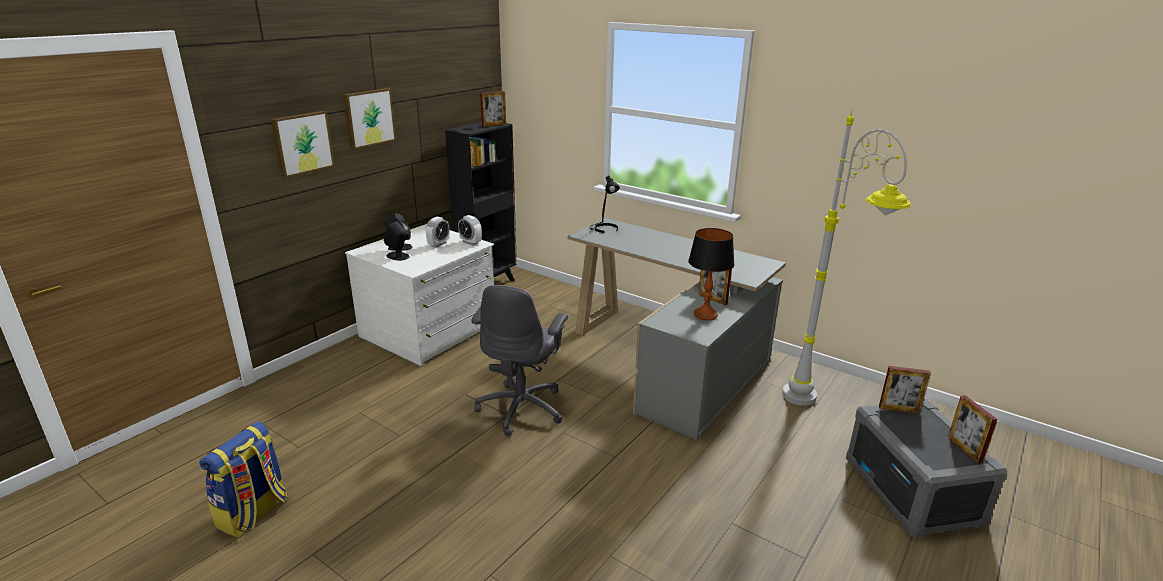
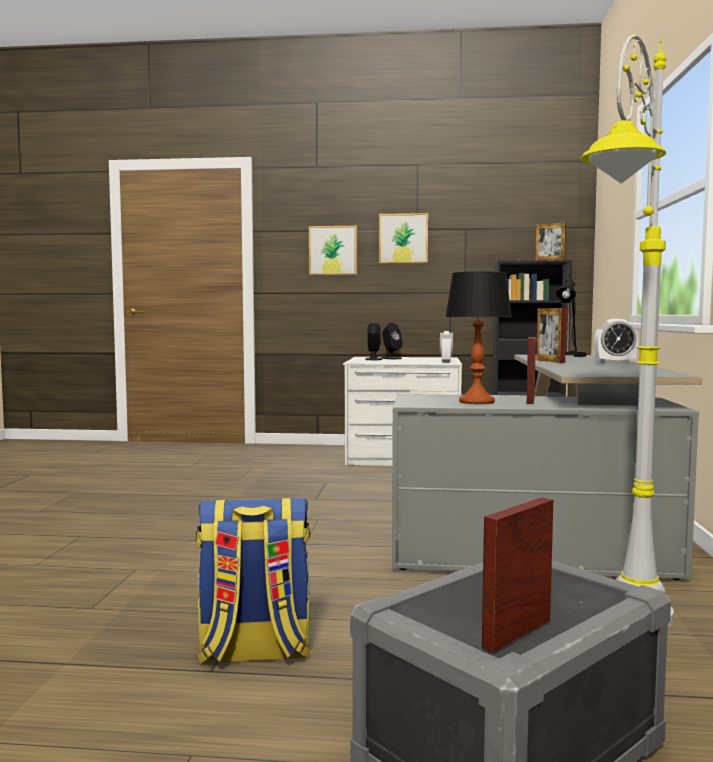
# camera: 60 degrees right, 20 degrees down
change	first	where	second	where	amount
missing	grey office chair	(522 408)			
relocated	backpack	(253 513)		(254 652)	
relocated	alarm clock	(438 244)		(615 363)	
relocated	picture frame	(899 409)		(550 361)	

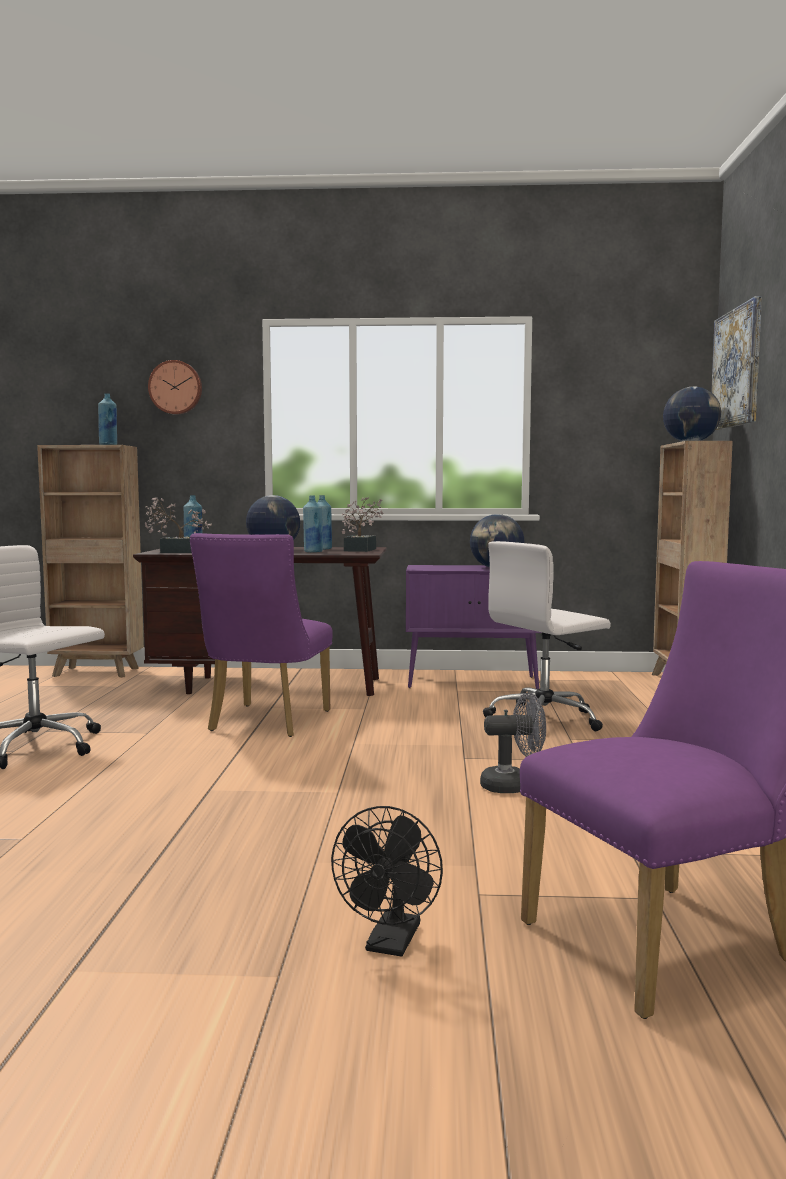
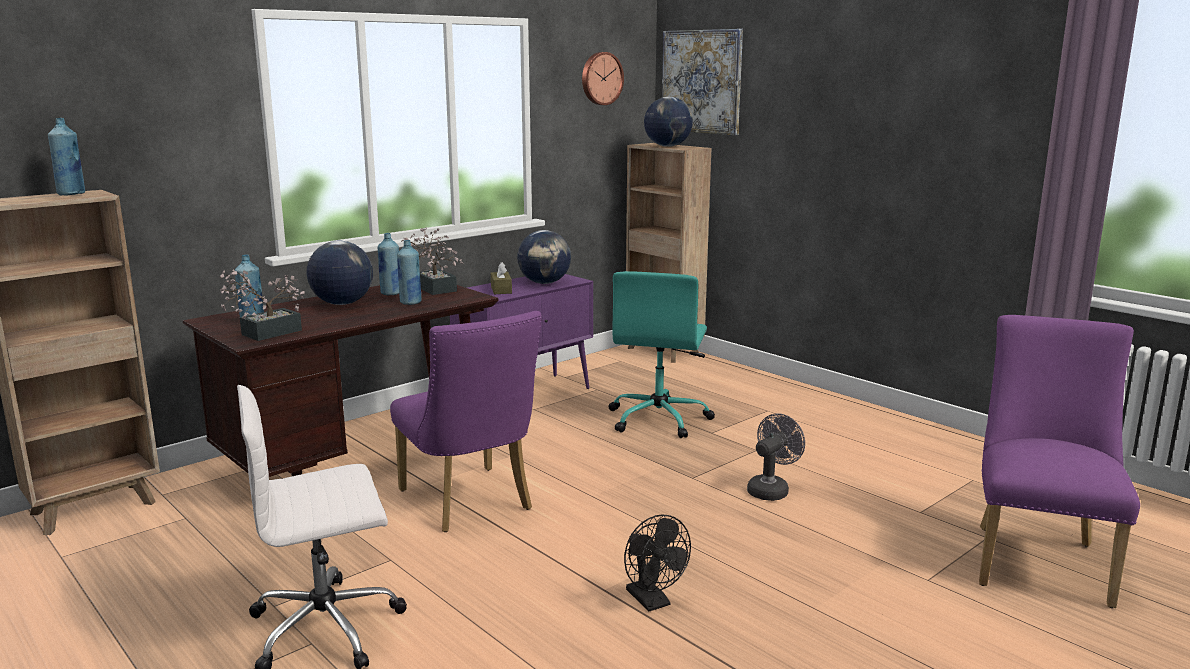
# camera: 45 degrees left, 10 degrees up
change	first	where	second	where	amount
appeared			brown tissue box	(501 290)	
relocated	wall clock	(176 387)		(601 78)	
relocated	black fan	(391 944)		(652 602)	
colour	white office chair	(546 719)	turquoise office chair	(659 419)	

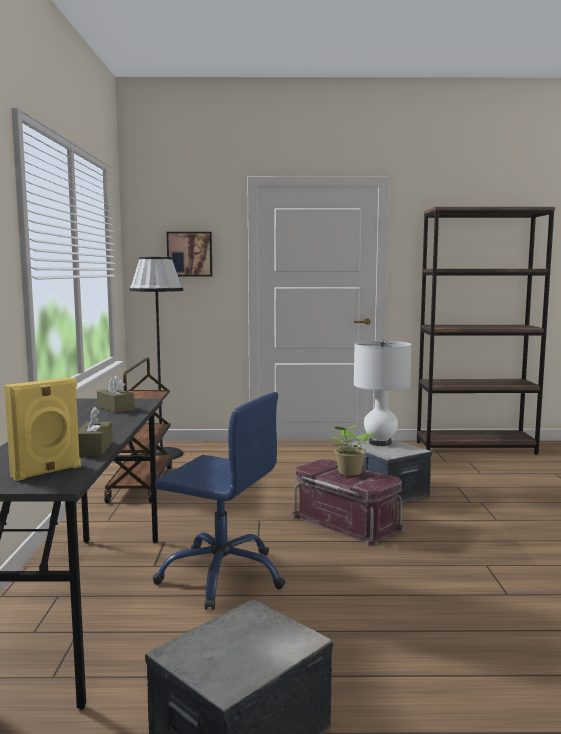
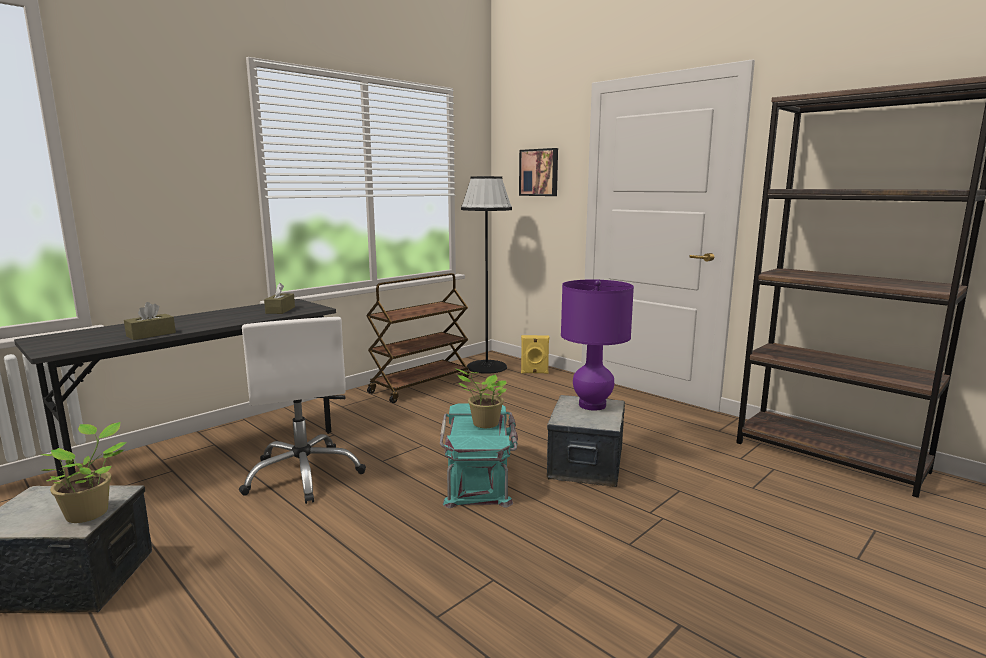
# camera: 45 degrees right, 5 degrees up
change	first	where	second	where	amount
appeared			potted plant	(90 512)	
relocated	yellow speaker	(47 472)		(534 373)	
colour	blue office chair	(222 575)	white office chair	(304 474)	
colour	red storage box	(347 522)	turquoise storage box	(479 476)	
colour	white table lamp	(380 443)	purple table lamp	(592 405)	

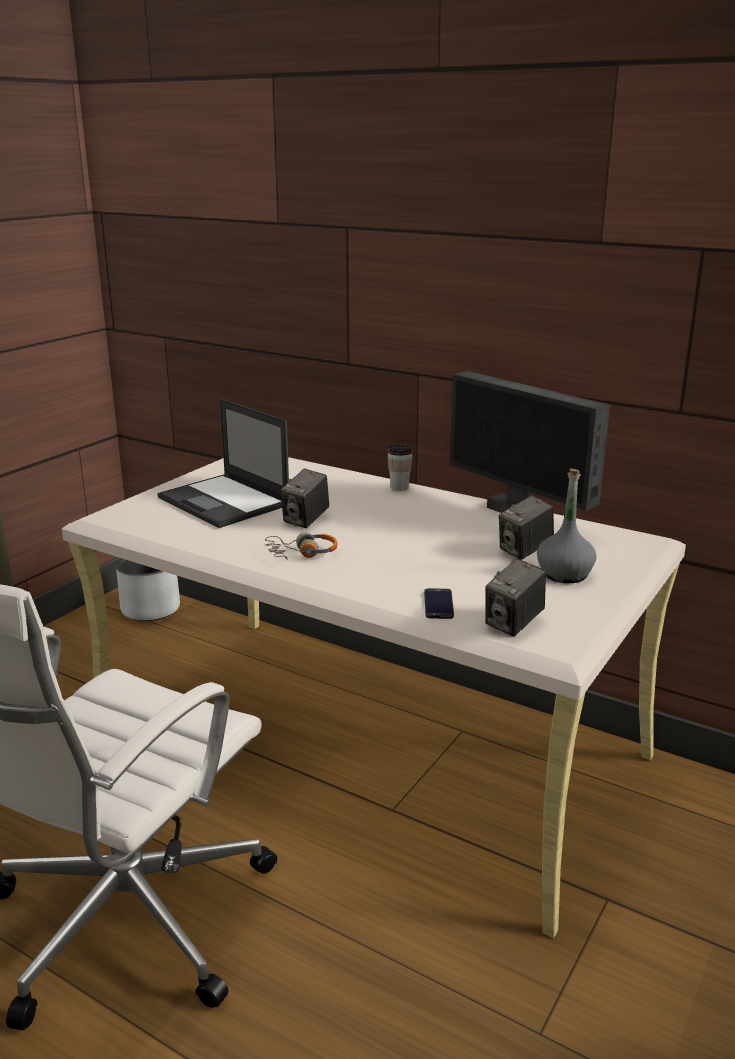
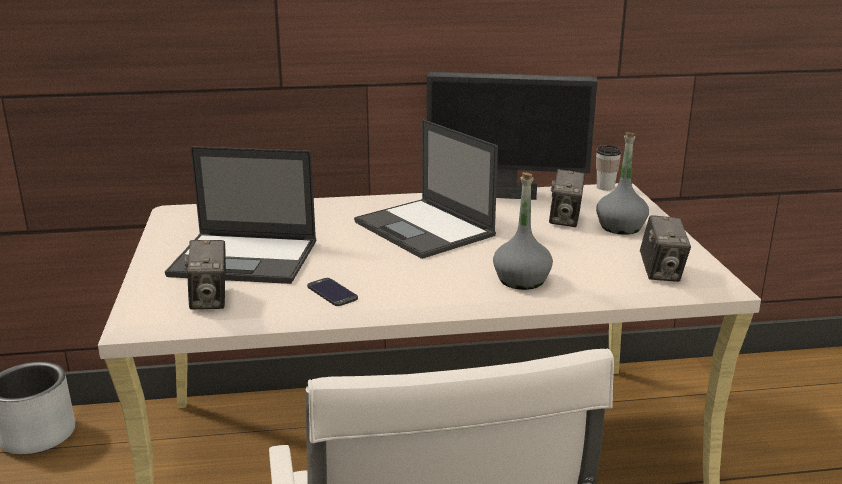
# camera: 40 degrees left, 0 degrees up
change	first	where	second	where	amount
missing	headphones	(302 553)			
appeared			laptop	(425 229)	
appeared			grey bottle	(521 280)	
relocated	photo camera	(306 520)		(210 300)	
relocated	cup	(399 487)		(605 187)	
relocated	phone	(438 604)		(332 292)	

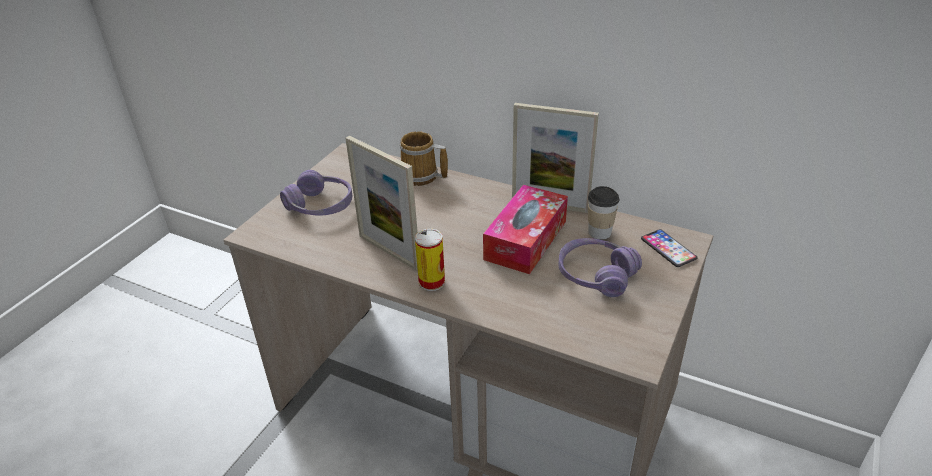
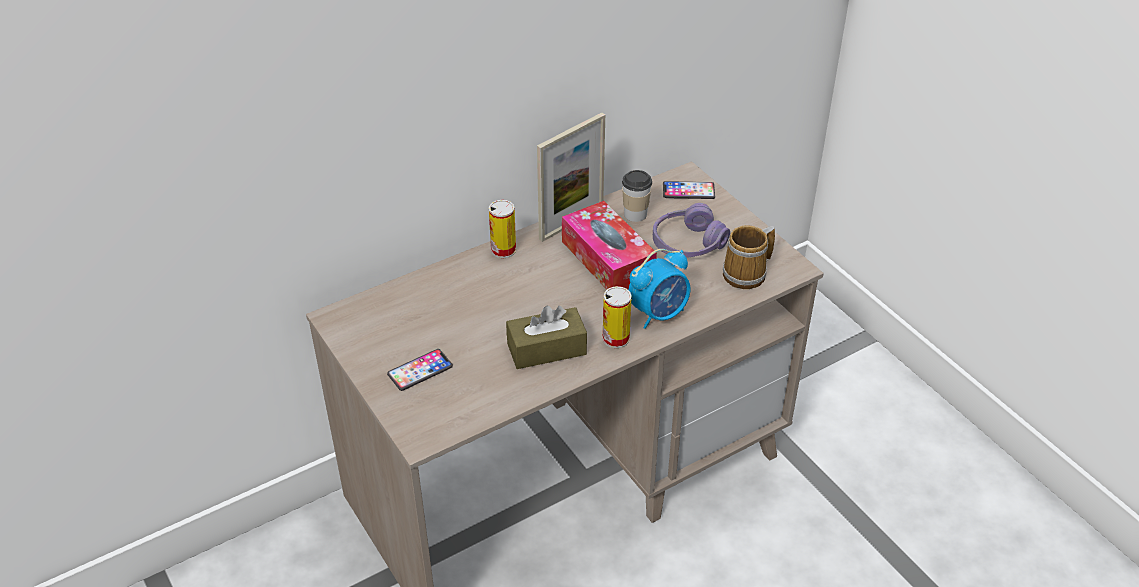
# camera: 60 degrees left, 5 degrees up
change	first	where	second	where	amount
appeared			can	(503 250)	
appeared			alarm clock	(659 313)	
relocated	mug	(421 177)		(747 274)	
exchanged	purple headphones	(320 205)	phone	(420 371)	
exchanged	picture frame	(389 251)	brown tissue box	(546 349)	

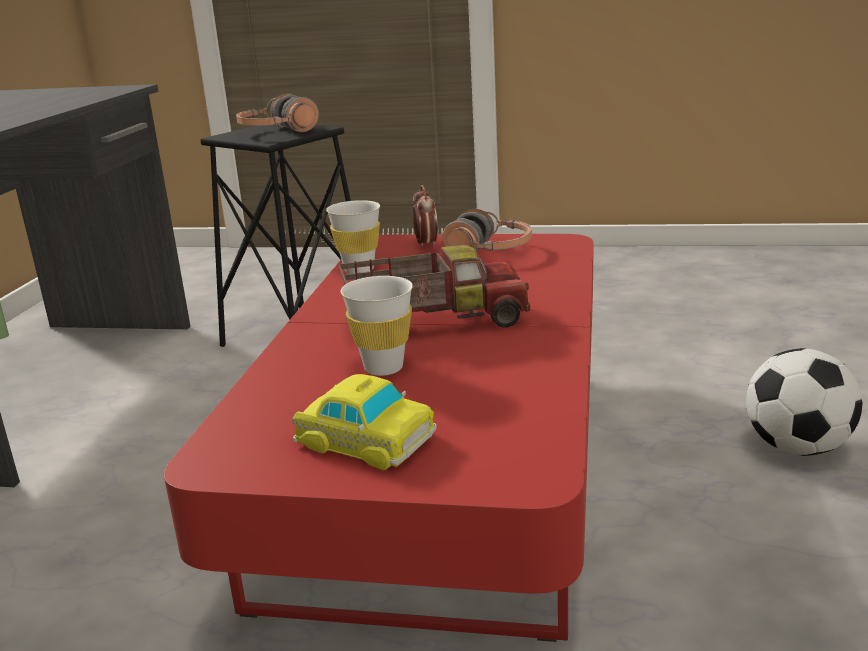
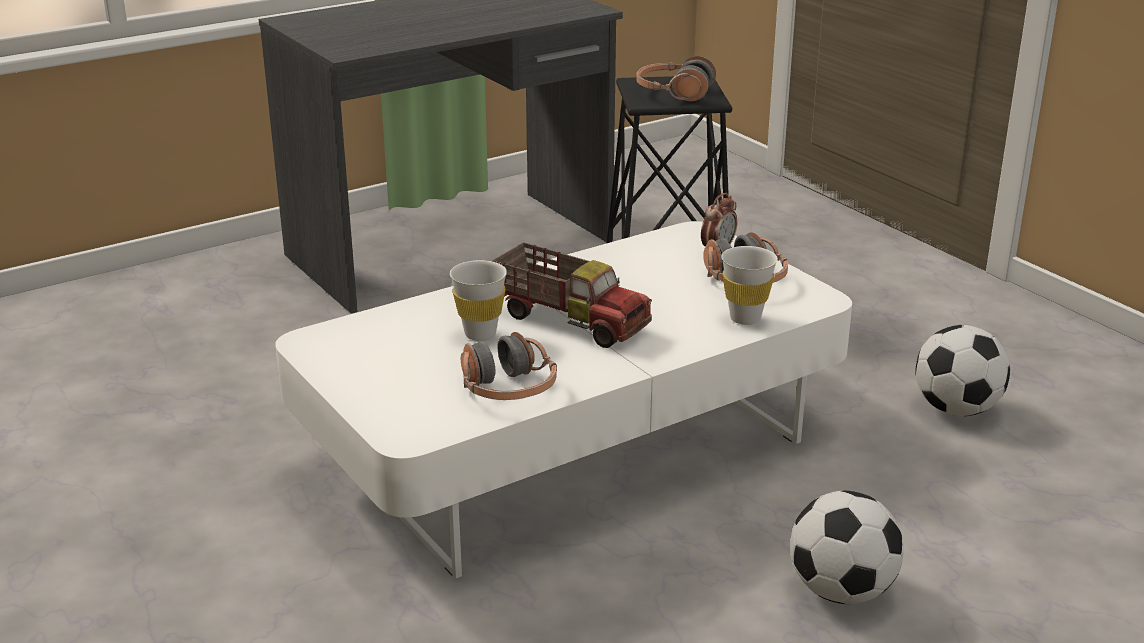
# camera: 45 degrees right, 5 degrees up
change	first	where	second	where	amount
missing	toy car	(363 439)			
appeared			headphones	(507 389)	
appeared			football	(956 409)	
relocated	white cup	(359 270)		(745 318)	
colour	red coffee table	(443 474)	white coffee table	(572 449)	

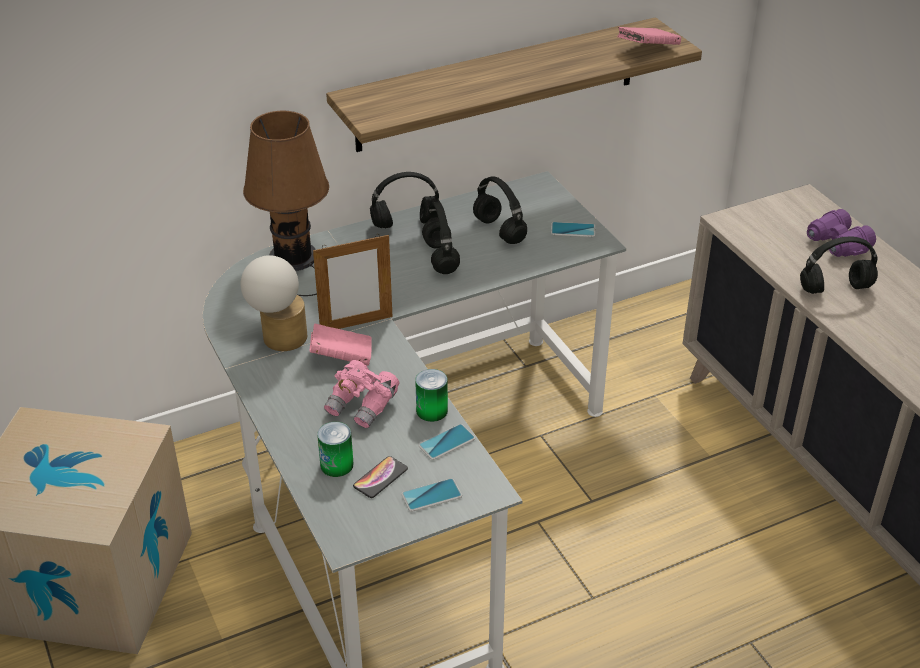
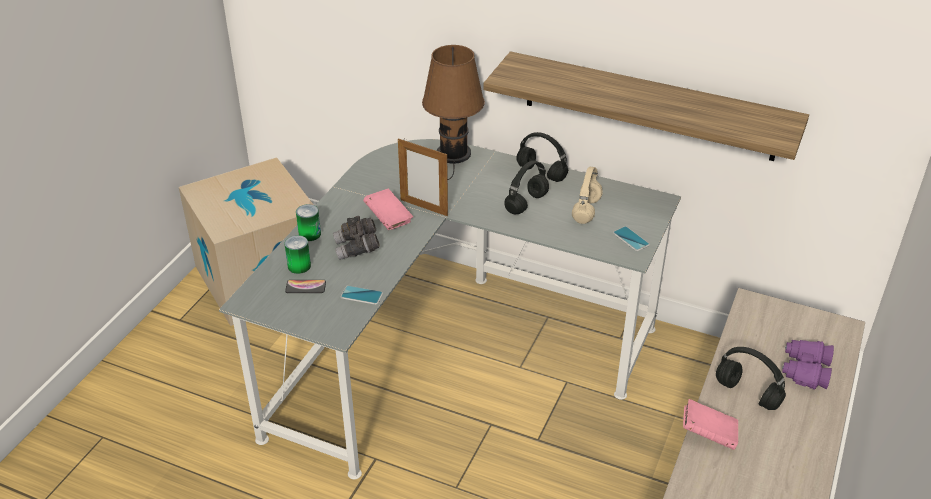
# camera: 50 degrees right, 0 degrees up
change	first	where	second	where	amount
missing	table lamp	(278 339)			
missing	phone	(431 495)			
relocated	can	(432 410)		(309 234)	
relocated	pink book	(647 50)		(708 434)	
colour	pink binoculars	(363 406)	grey binoculars	(357 248)	
colour	black headphones	(500 231)	beige headphones	(586 211)	

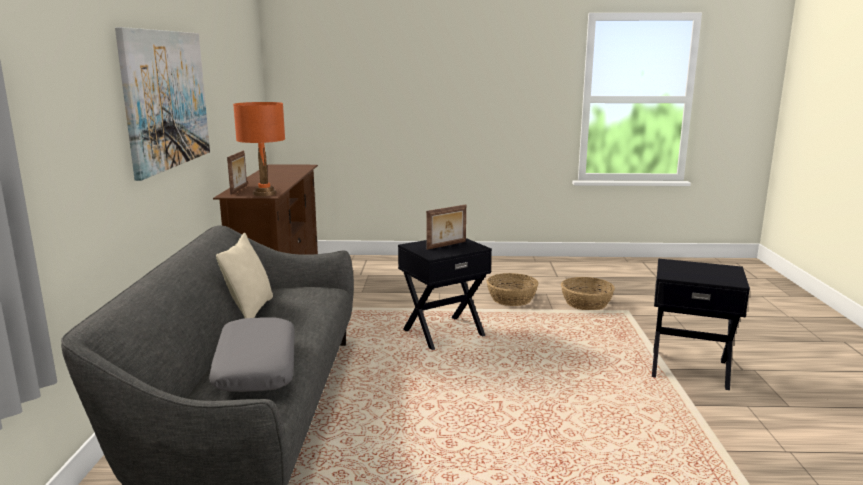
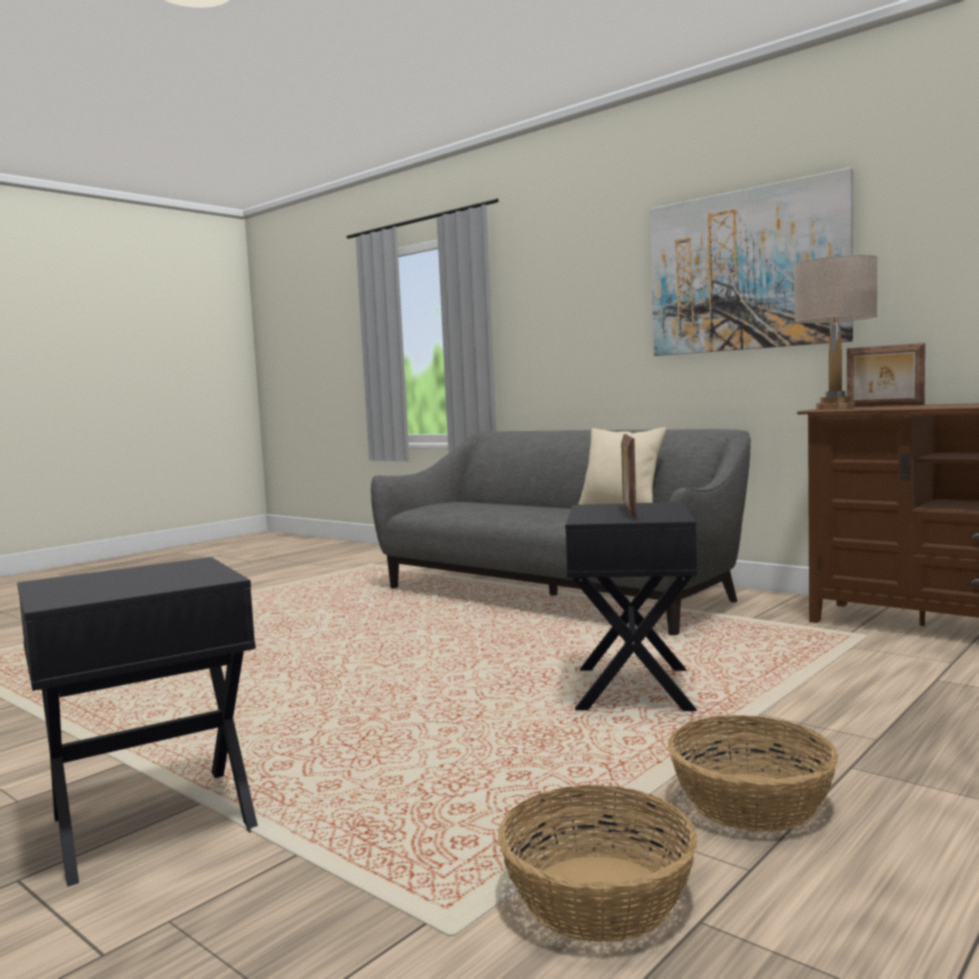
# camera: 130 degrees right, 10 degrees down
change	first	where	second	where	amount
missing	grey pillow	(255 367)			
colour	orange table lamp	(264 193)	beige table lamp	(835 408)	

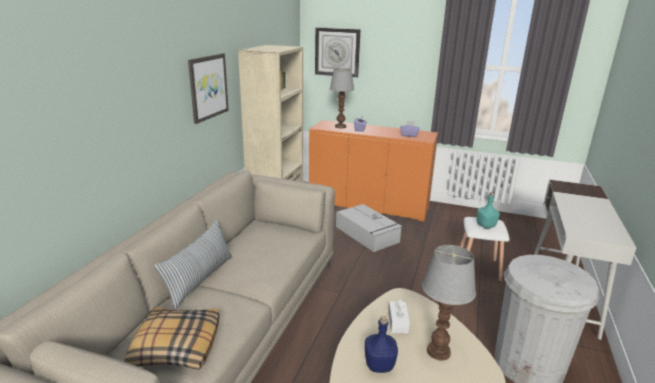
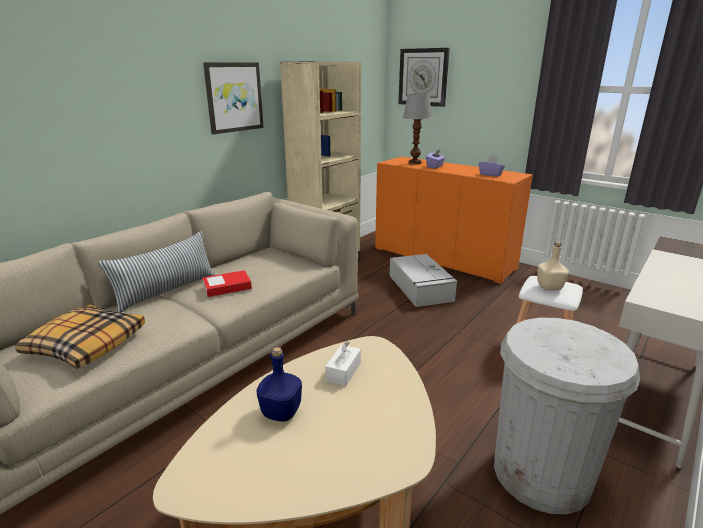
# camera: 20 degrees right, 0 degrees up
change	first	where	second	where	amount
missing	table lamp	(439 352)			
appeared			book	(227 287)	
colour	turquoise bottle	(485 226)	beige bottle	(549 287)	

